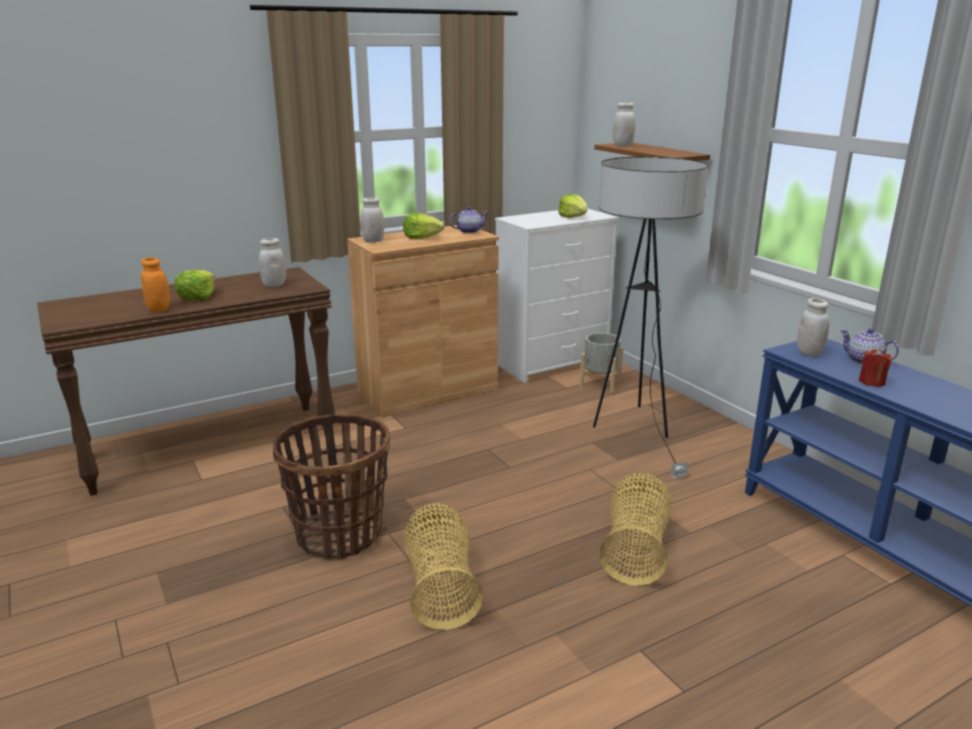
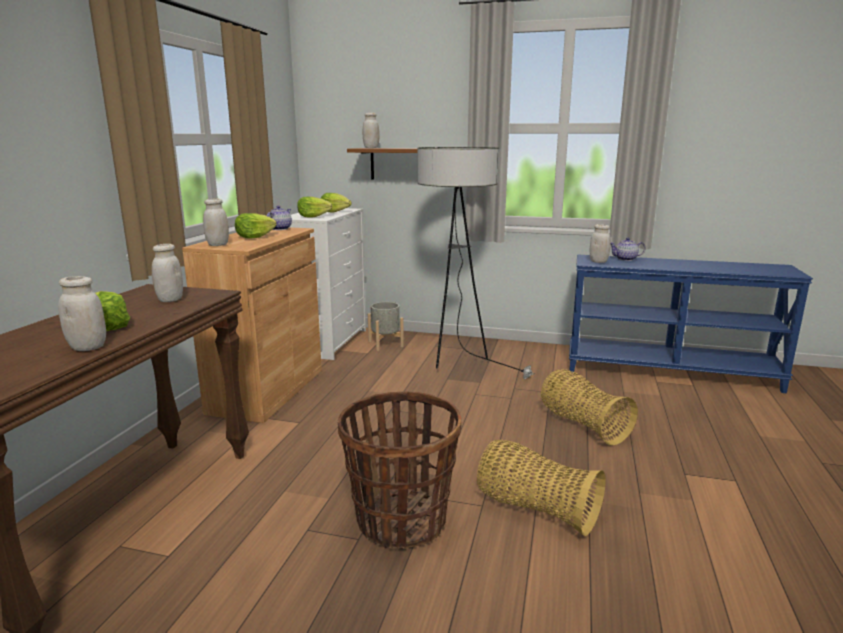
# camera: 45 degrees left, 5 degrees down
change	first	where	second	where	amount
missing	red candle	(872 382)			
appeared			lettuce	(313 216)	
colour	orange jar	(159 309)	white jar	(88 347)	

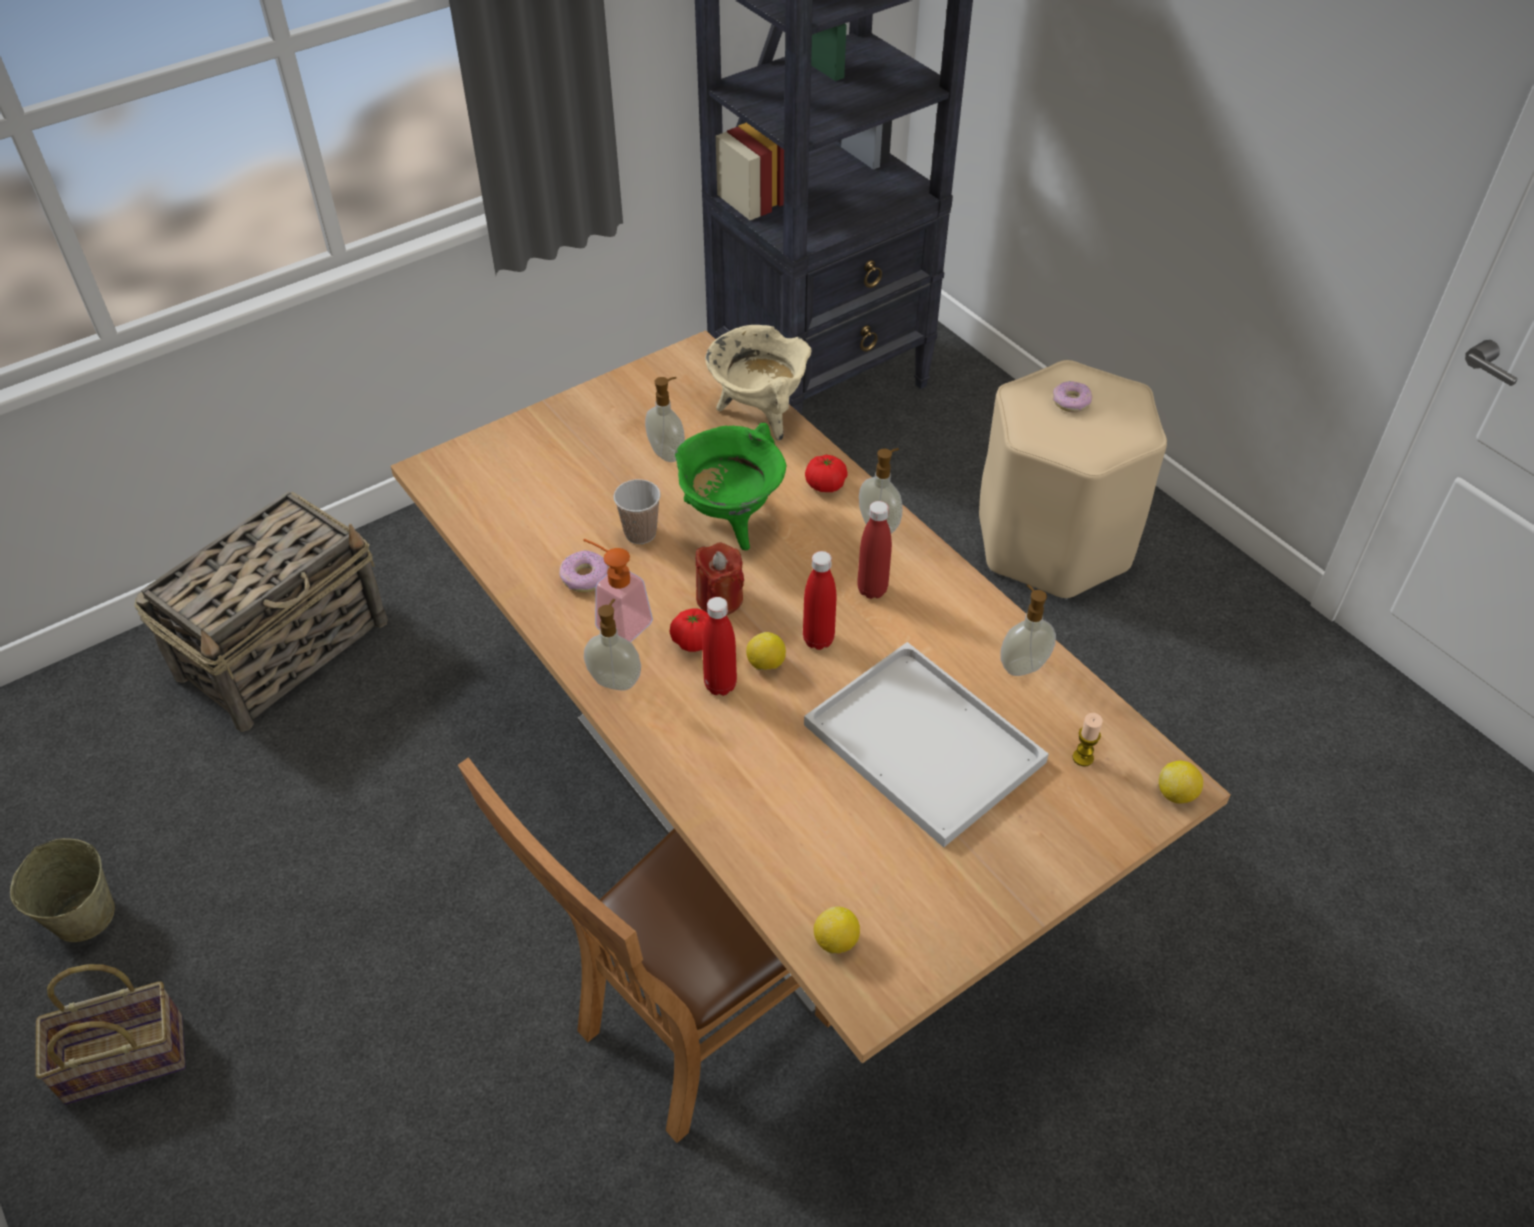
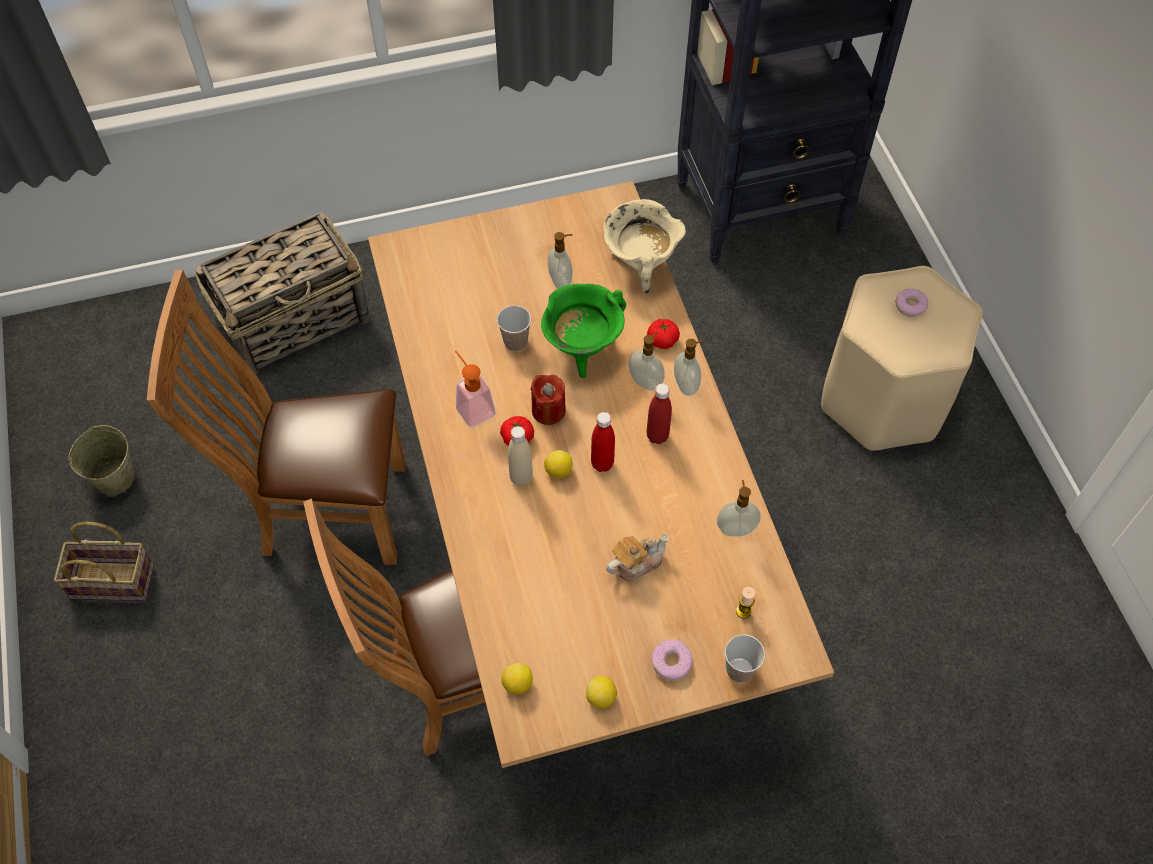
# camera: 20 degrees right, 10 degrees up
change	first	where	second	where	amount
appeared			brown chair	(324 511)	
appeared			cup	(739 670)	
relocated	donut	(585 577)		(671 662)	
relocated	soap dispenser	(615 680)		(646 381)	
relocated	lemon	(1176 794)		(601 697)	
exchanged	white tray	(919 742)	teapot	(636 563)	
colour	red bottle	(720 685)	beige bottle	(521 477)	

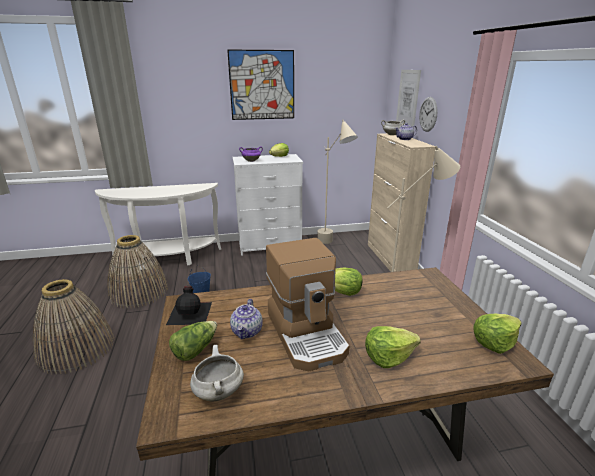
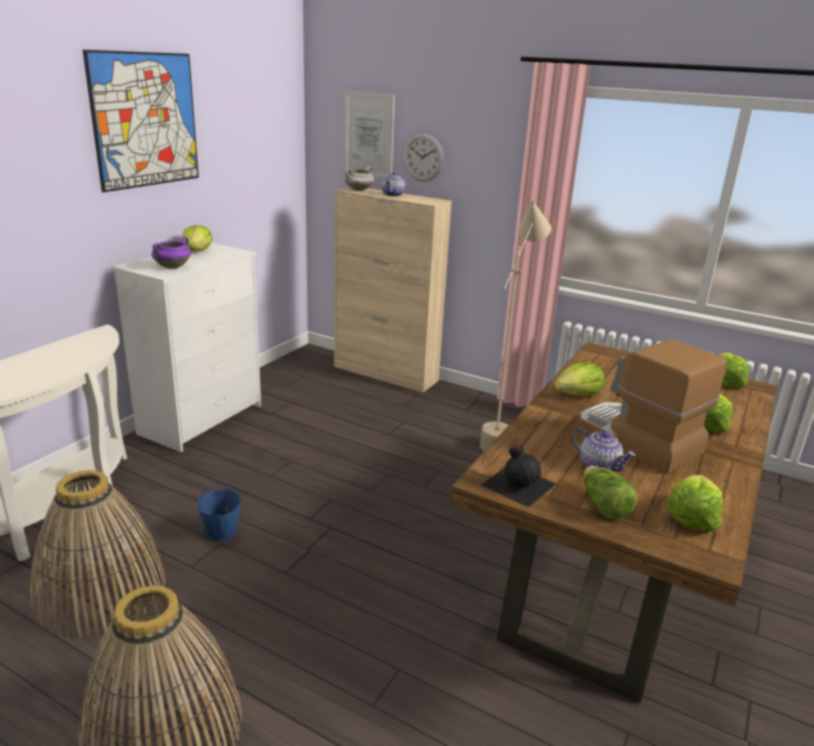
# camera: 50 degrees left, 0 degrees up
change	first	where	second	where	amount
missing	beige floor lamp	(332 245)			
exchanged	white cooking pot	(218 392)	lettuce	(691 517)	
spun	coffee machine	(307 333)		(636 440)	150 degrees counterclockwise

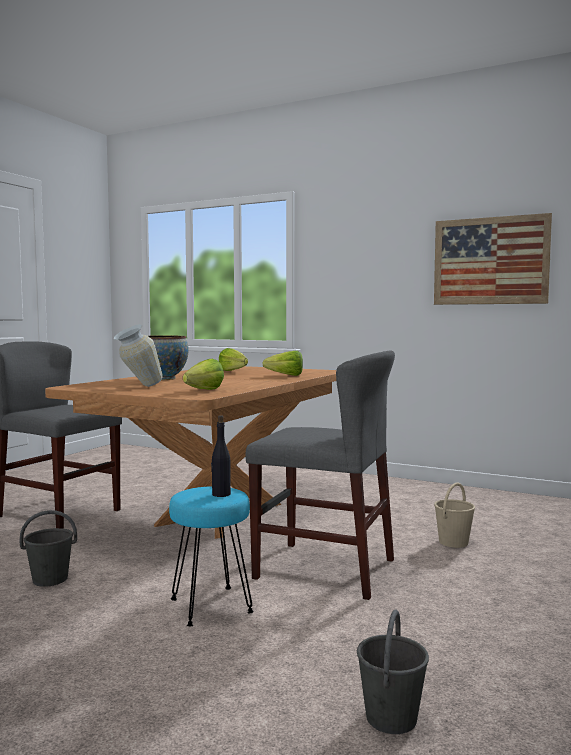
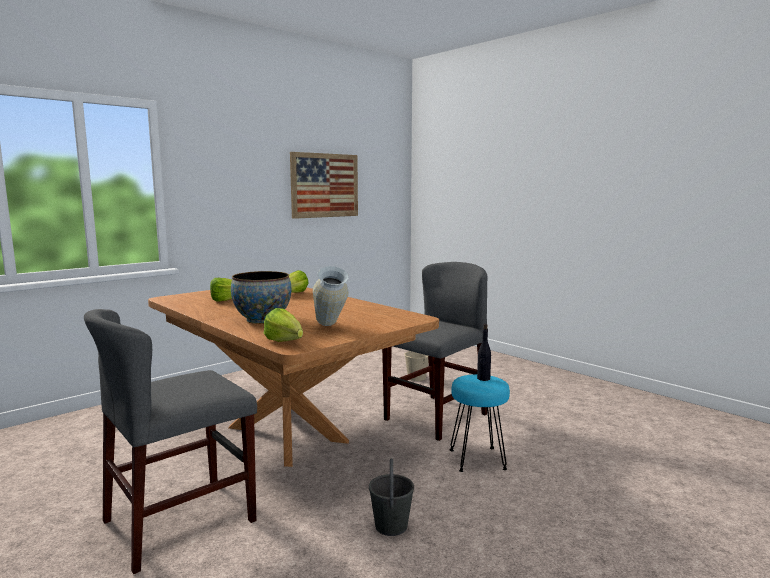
# camera: 70 degrees left, 5 degrees up
change	first	where	second	where	amount
missing	grey bucket	(391 718)			
relocated	lettuce	(200 391)		(286 343)	

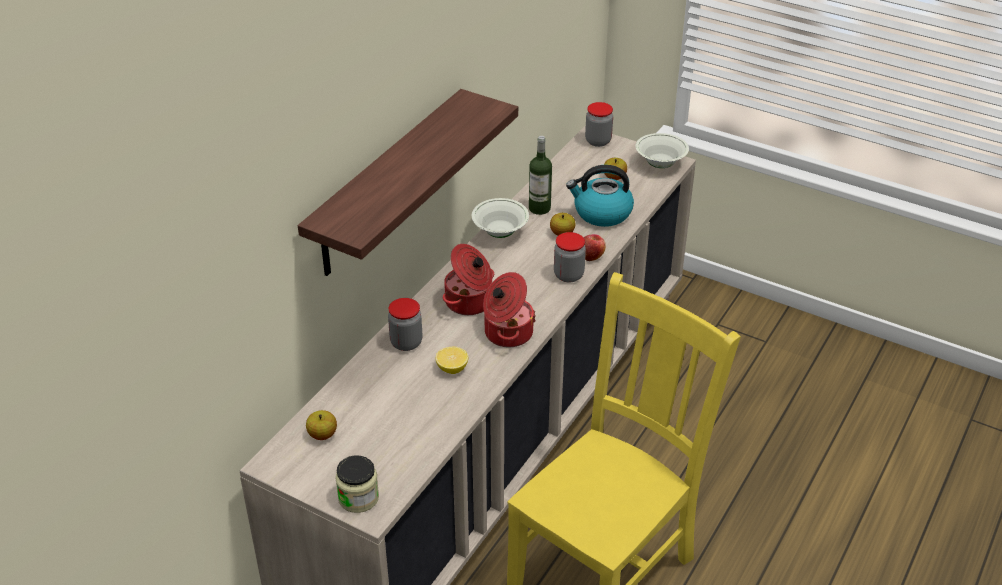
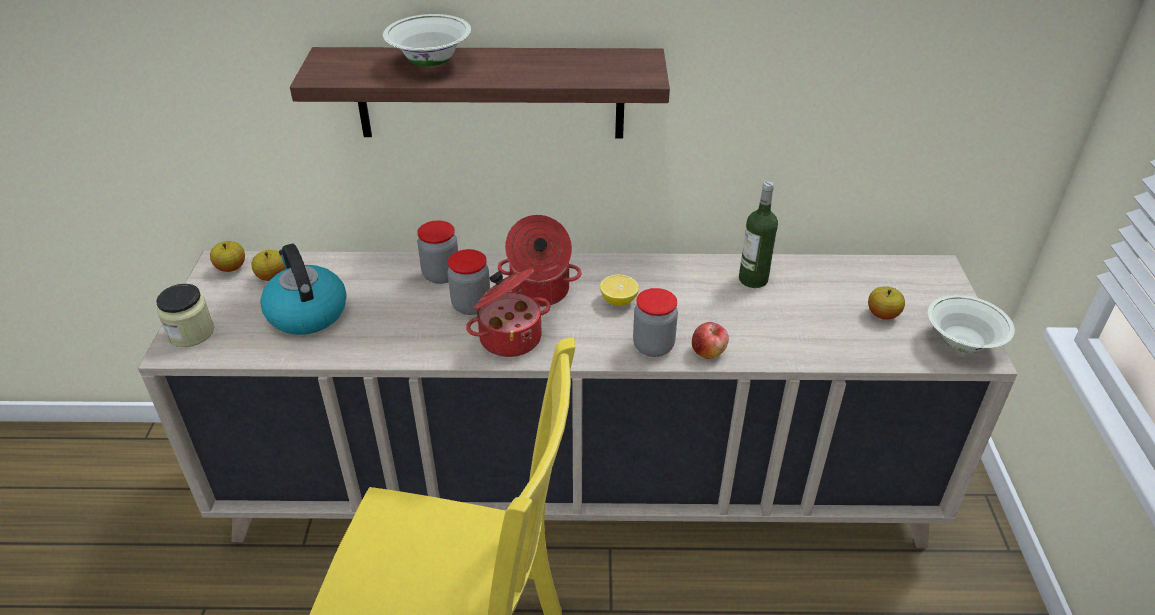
# camera: 60 degrees right, 0 degrees up
change	first	where	second	where	amount
relocated	lemon	(452 368)		(618 300)	
relocated	white bowl	(500 232)		(431 63)	
relocated	apple	(562 233)		(231 268)	
relocated	kettle	(601 213)		(306 312)	
relocated	jar	(598 141)		(471 305)	

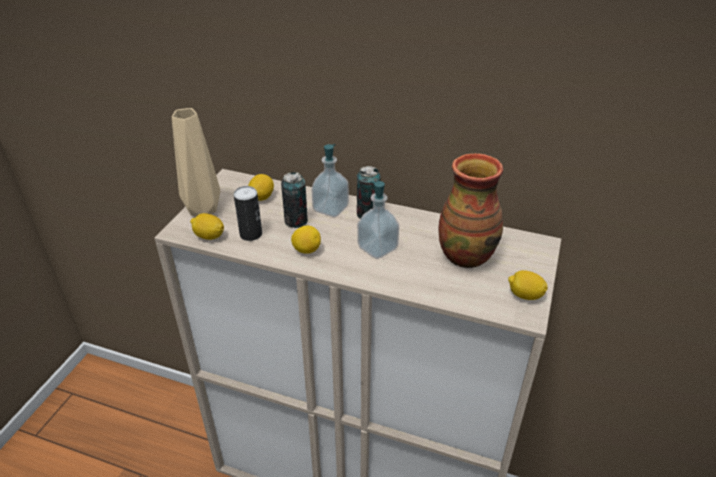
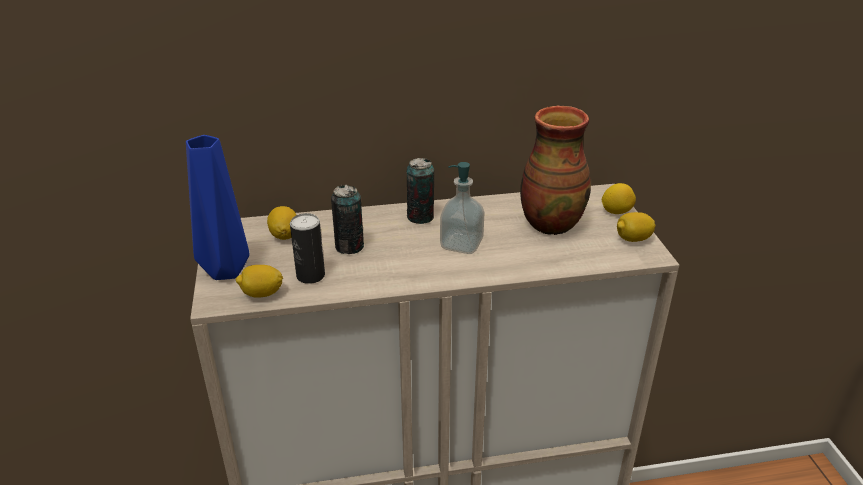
# camera: 30 degrees left, 5 degrees down
change	first	where	second	where	amount
missing	soap dispenser	(330 208)			
relocated	lemon	(306 250)		(616 211)	
colour	beige vase	(204 212)	blue vase	(228 271)	

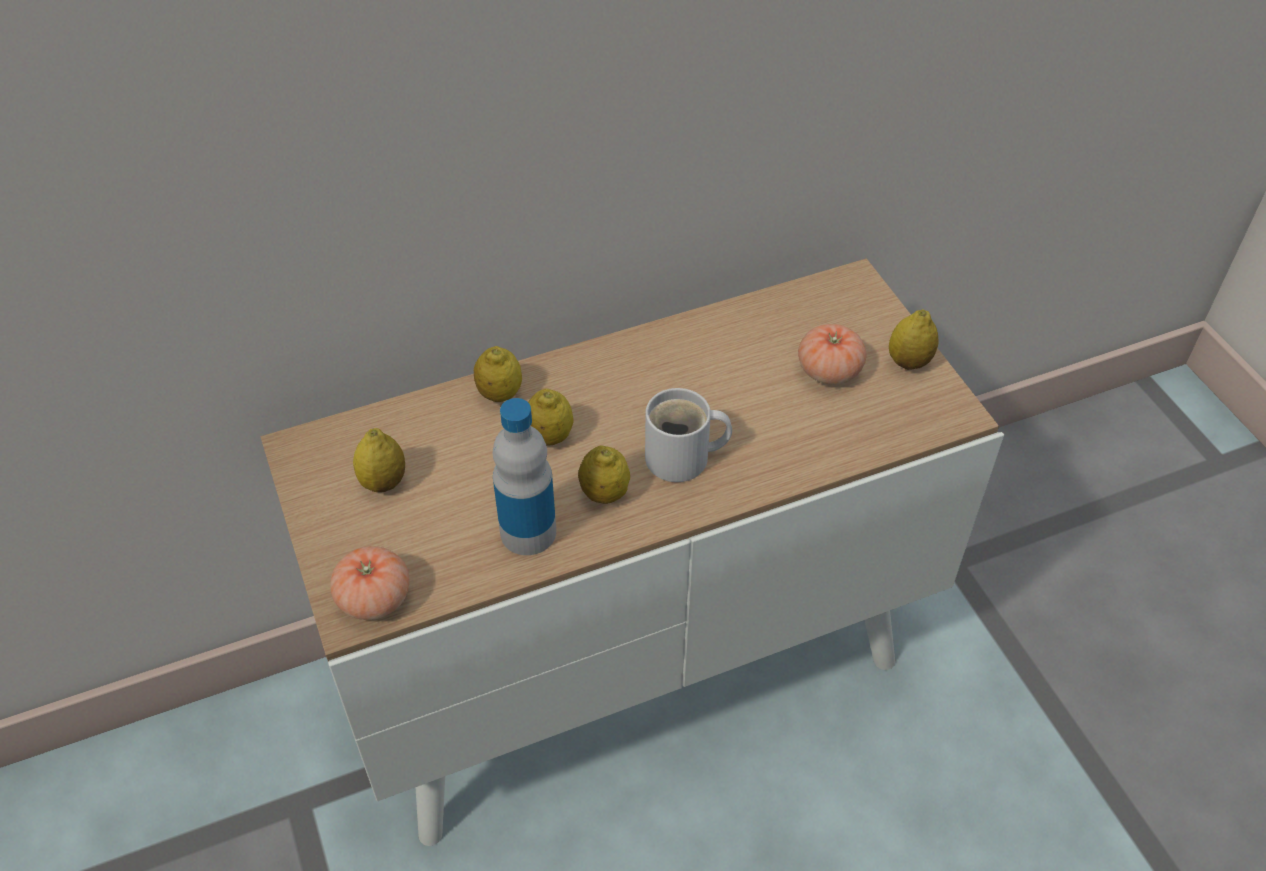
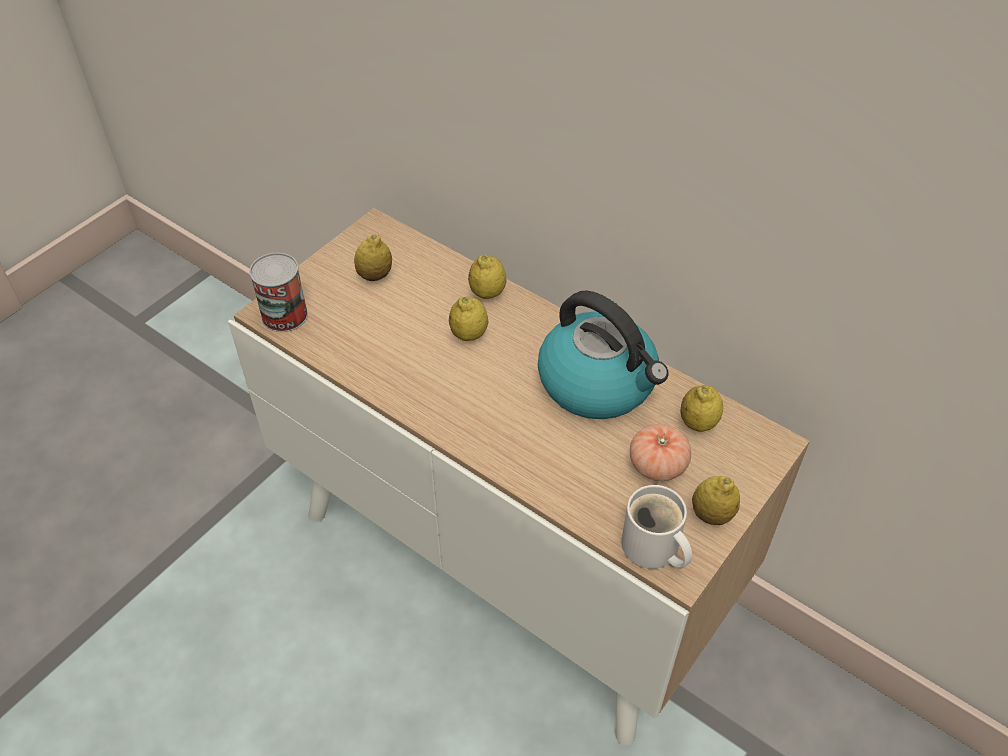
# camera: 60 degrees right, 0 degrees up
change	first	where	second	where	amount
missing	bottle	(528 532)			
appeared			kettle	(599 383)	
relocated	lemon	(604 493)		(698 423)	
relocated	white mug	(683 459)		(652 549)	
exchanged	tomato	(374 598)	can	(284 315)	

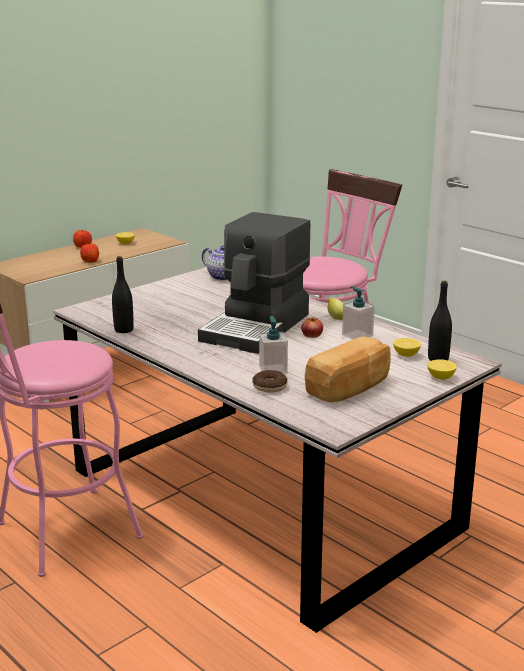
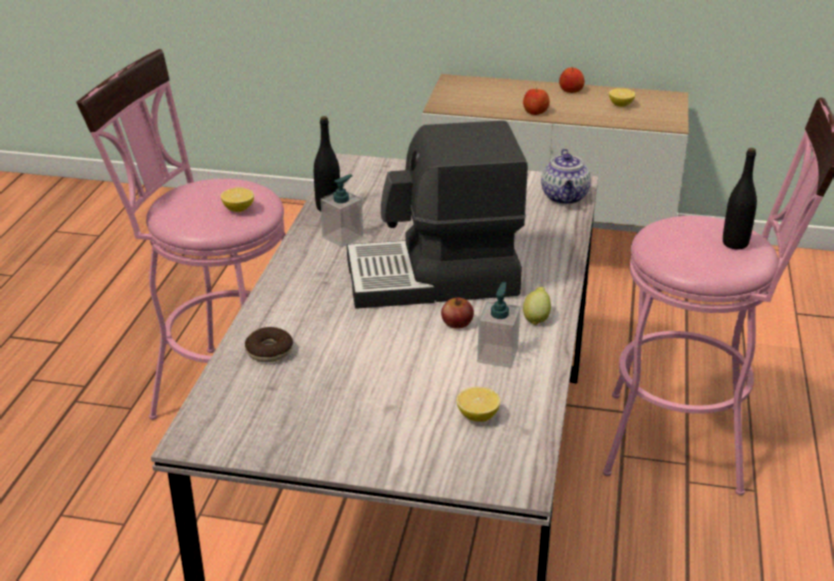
# camera: 55 degrees right, 10 degrees up
change	first	where	second	where	amount
missing	bread	(350 388)			
relocated	soap dispenser	(273 370)		(343 237)	
relocated	lemon	(441 377)		(238 209)	
relocated	black bottle	(438 359)		(735 243)	

